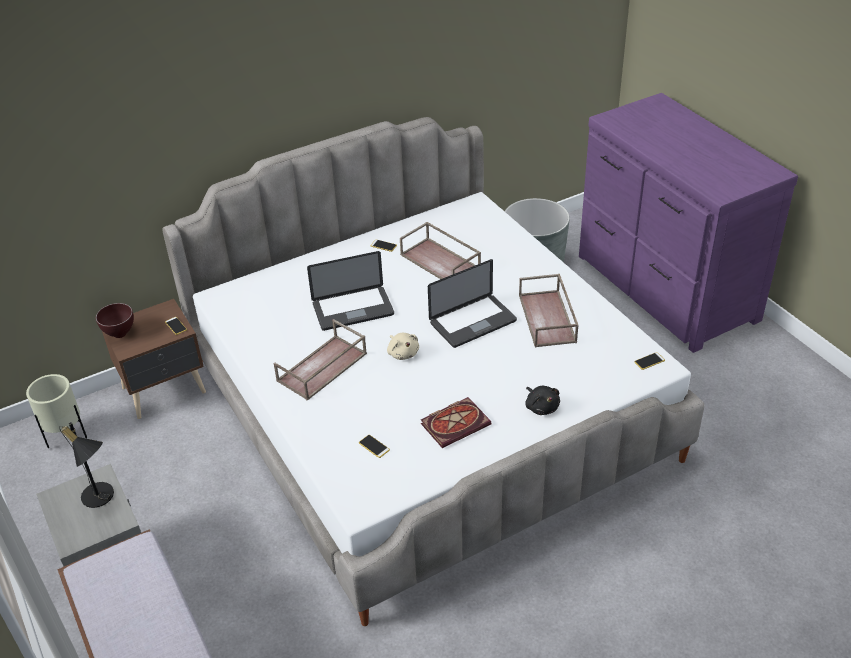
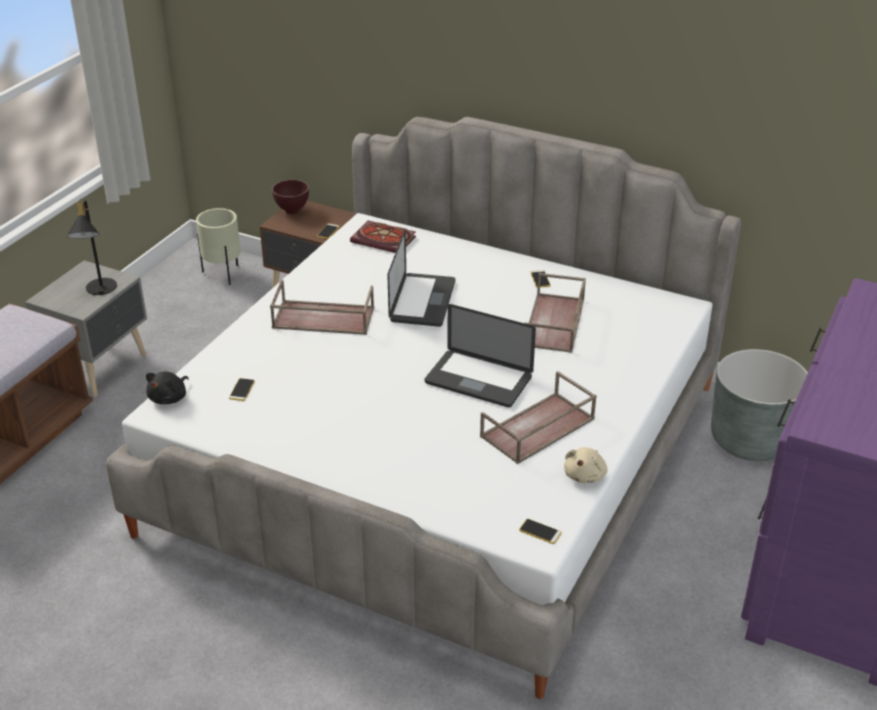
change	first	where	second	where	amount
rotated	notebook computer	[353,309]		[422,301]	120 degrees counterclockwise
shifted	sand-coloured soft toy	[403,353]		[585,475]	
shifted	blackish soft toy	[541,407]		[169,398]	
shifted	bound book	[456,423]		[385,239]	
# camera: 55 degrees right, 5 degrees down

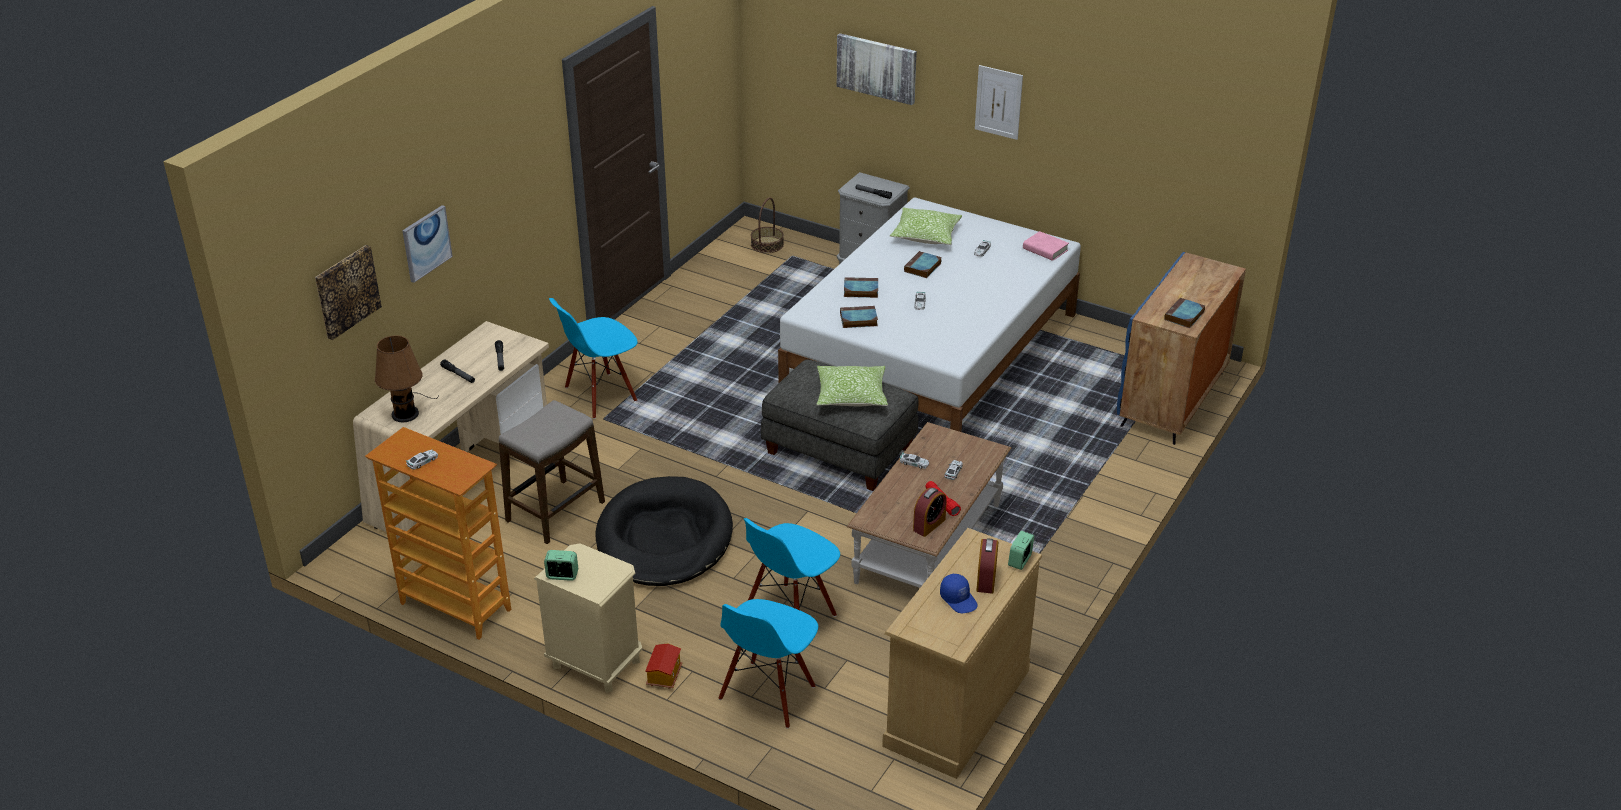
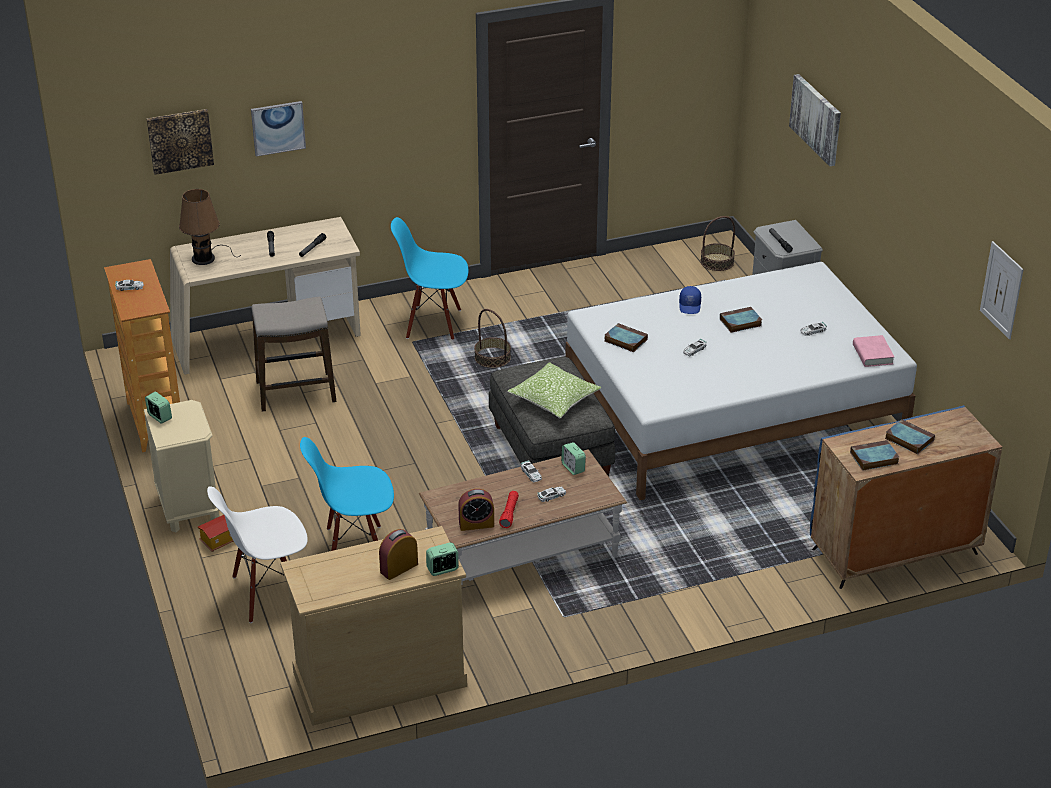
change	first	where	second	where	amount
shifted	picture	[998,102]		[1001,290]	
gone	throw pillow	[926,235]			
shifted	bound book	[860,290]		[908,439]	
gone	blackish pet bed	[664,538]			
shifted	blue-coloured baseball cap	[959,599]		[690,306]	
repainted	blue-coloured plain chair	[768,694]	whitish plain chair	[267,593]	
new			storage basket	[492,358]	
new			alarm clock	[573,468]	
# camera: 40 degrees right, 0 degrees up

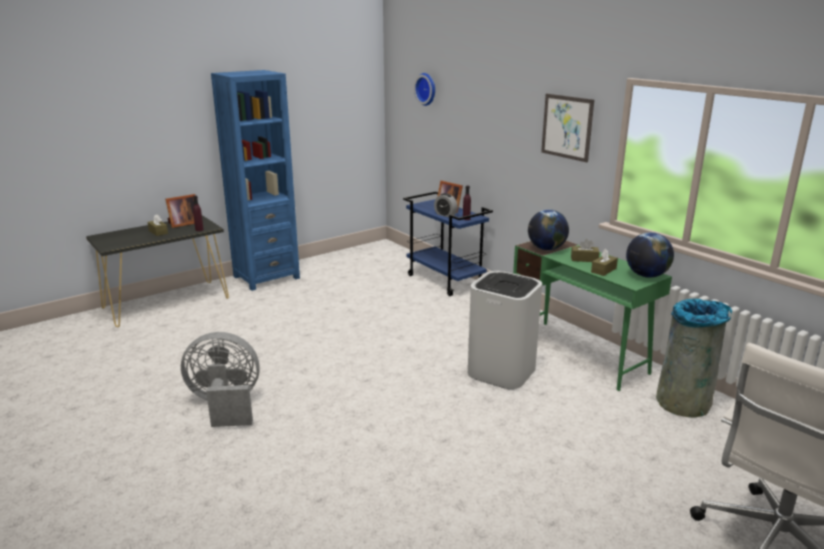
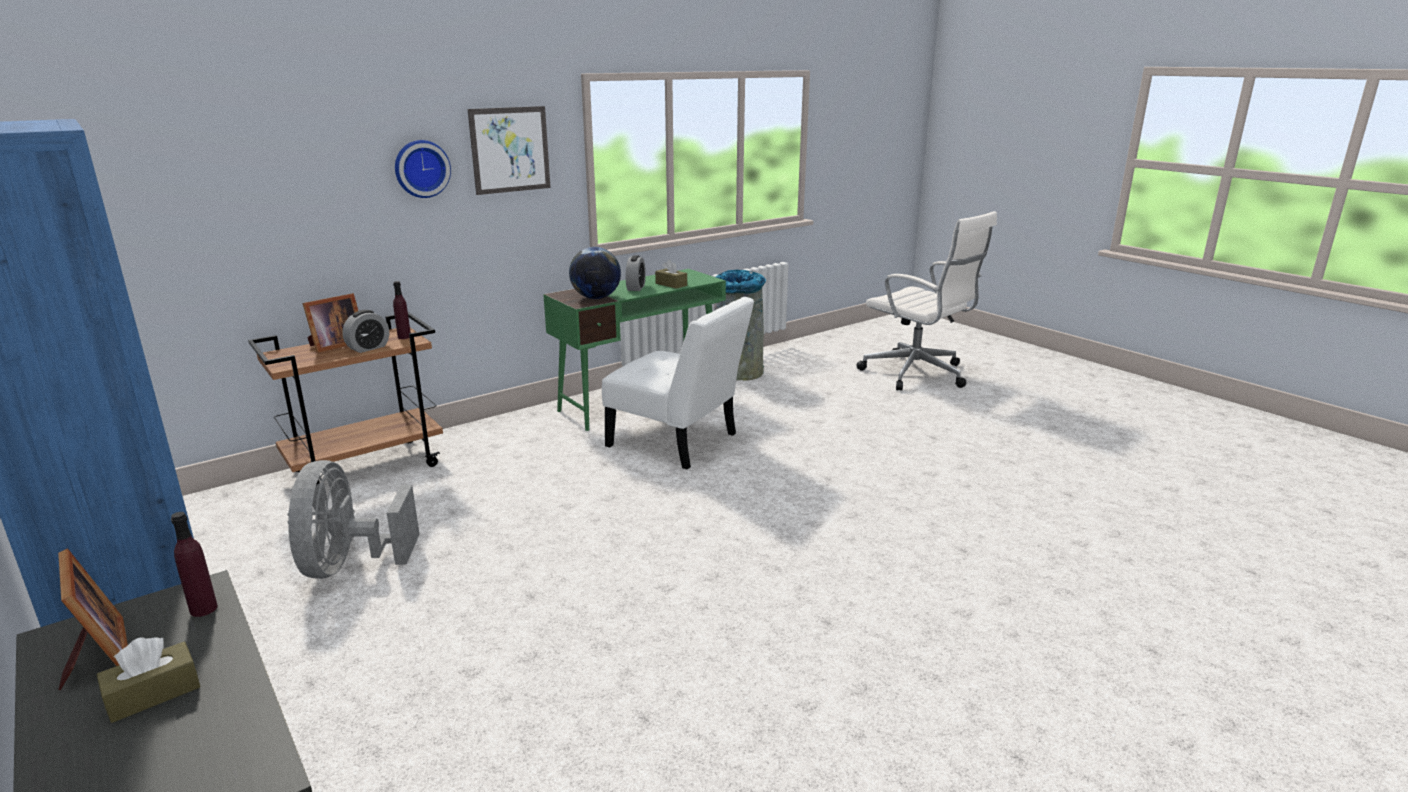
change	first	where	second	where	amount
shifted	wall clock	[427,89]		[421,168]	
repainted	blue-coloured wheeled cart	[445,281]	brown-coloured wheeled cart	[367,467]	
gone	desk globe	[646,275]			
swapped	brown-coloured box of tissues	[584,259]	alarm clock	[636,288]	
swapped	whitish waste bin	[500,371]	whitish plain chair	[678,442]	
shifted	greyish electric fan	[225,405]		[349,565]	
# camera: 90 degrees left, 0 degrees up

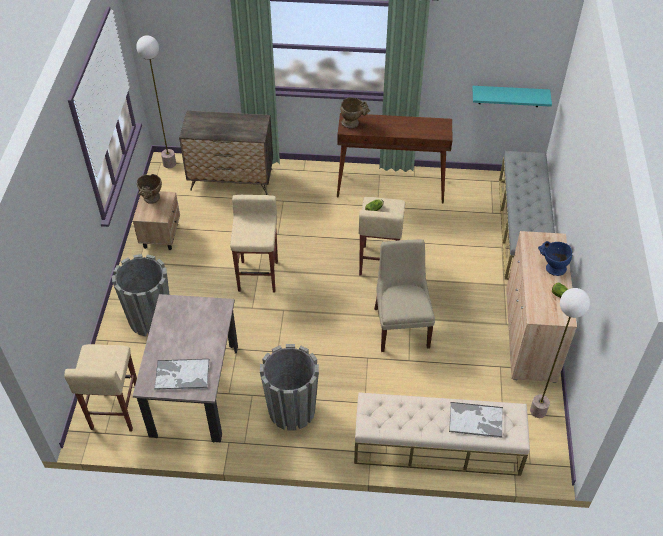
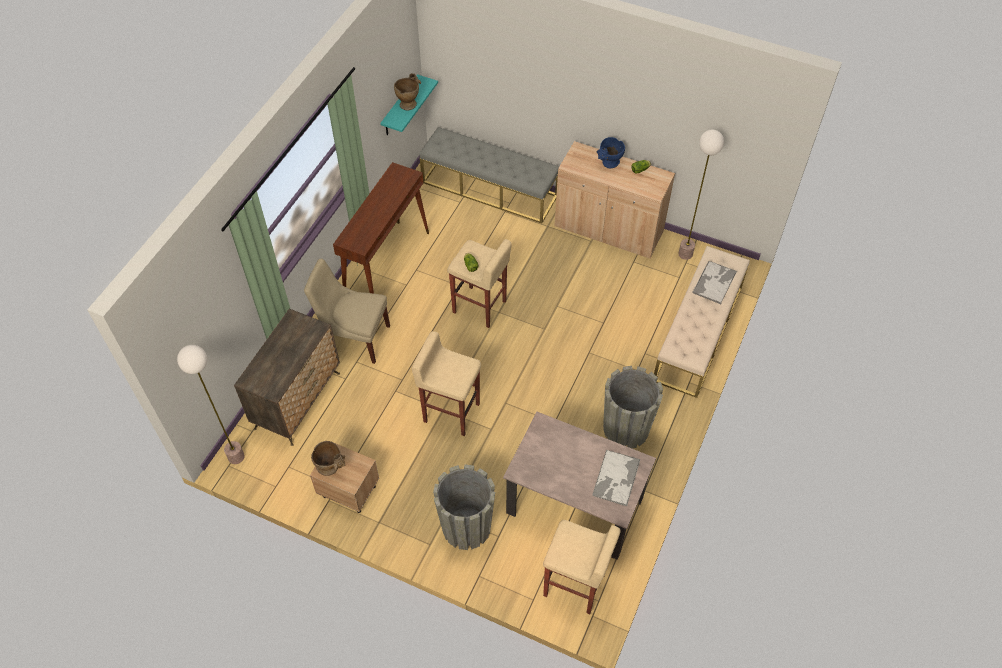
change	first	where	second	where	amount
shifted	sand-coloured vase	[353,123]		[409,102]	
shifted	sand-coloured plain chair	[401,325]		[354,338]	
# camera: 70 degrees left, 5 degrees up

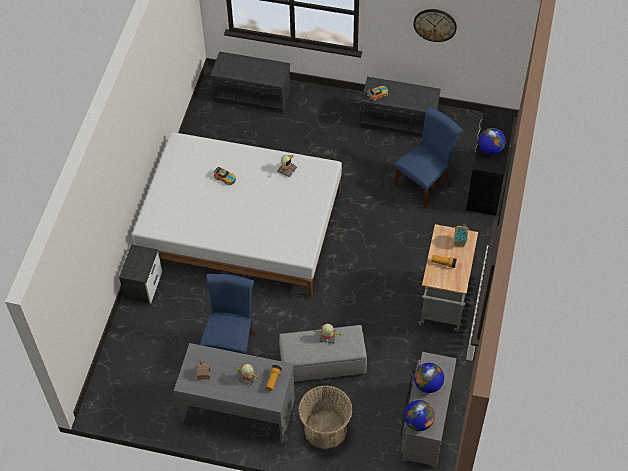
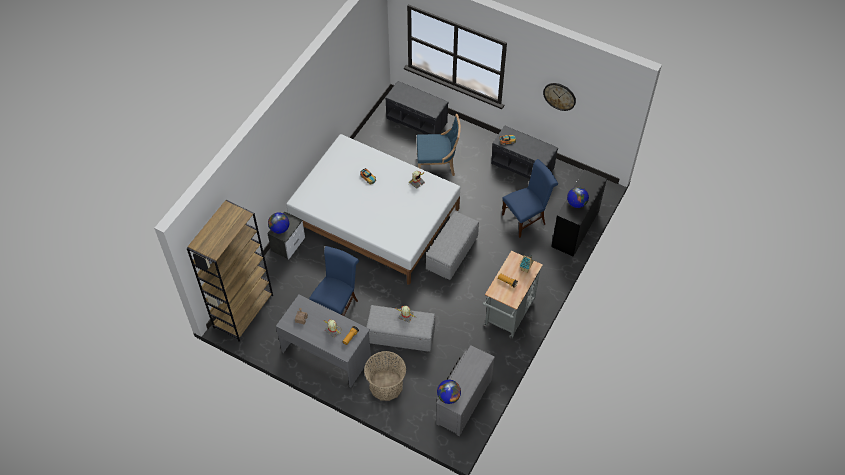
change	first	where	second	where	amount
shifted	desk globe	[428,384]		[279,229]	
new			blue-coloured plain chair	[437,166]	
new			brown-coloured bookshelf	[243,311]	
new			greyish pouffe	[452,253]	
# camera: 15 degrees right, 0 degrees up

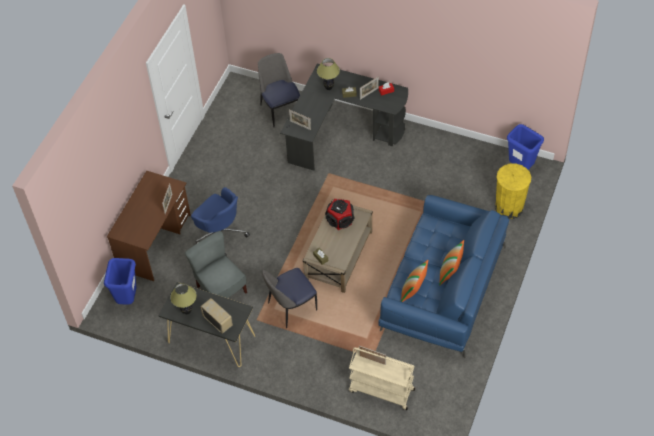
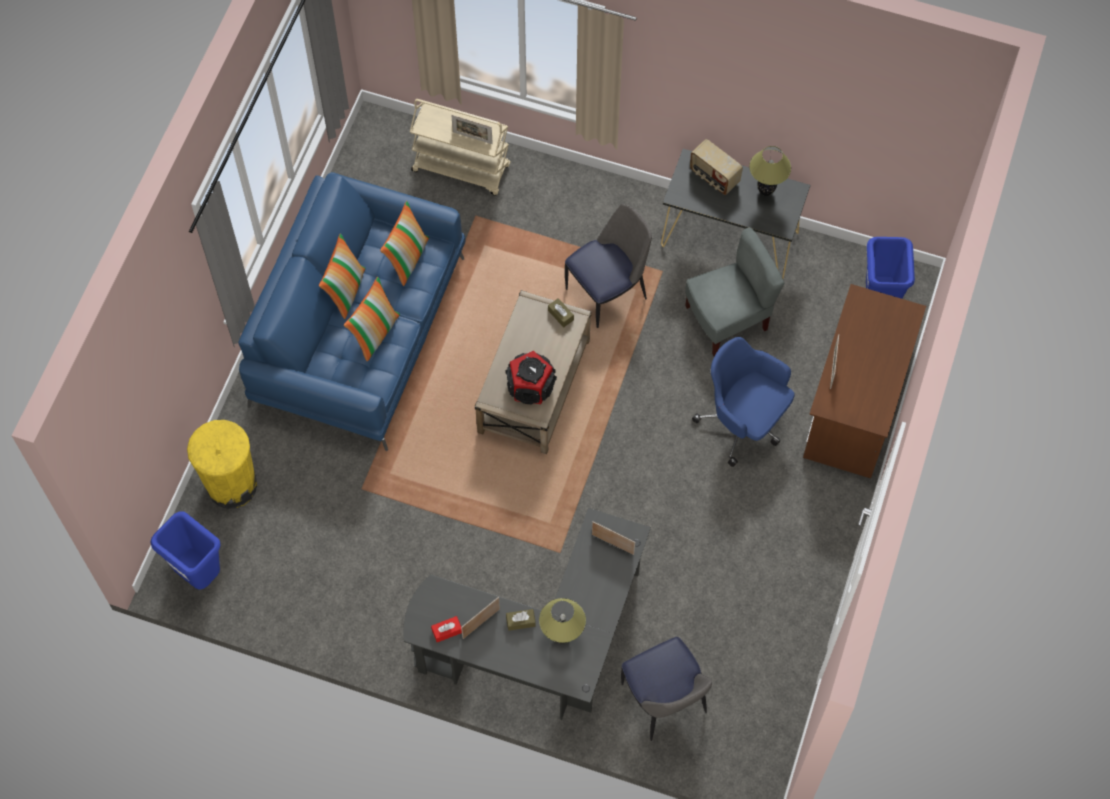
change	first	where	second	where	amount
rotated	greyish plain chair	[220,290]		[727,319]	75 degrees counterclockwise
new			throw pillow	[375,333]	
# camera: 175 degrees right, 10 degrees up

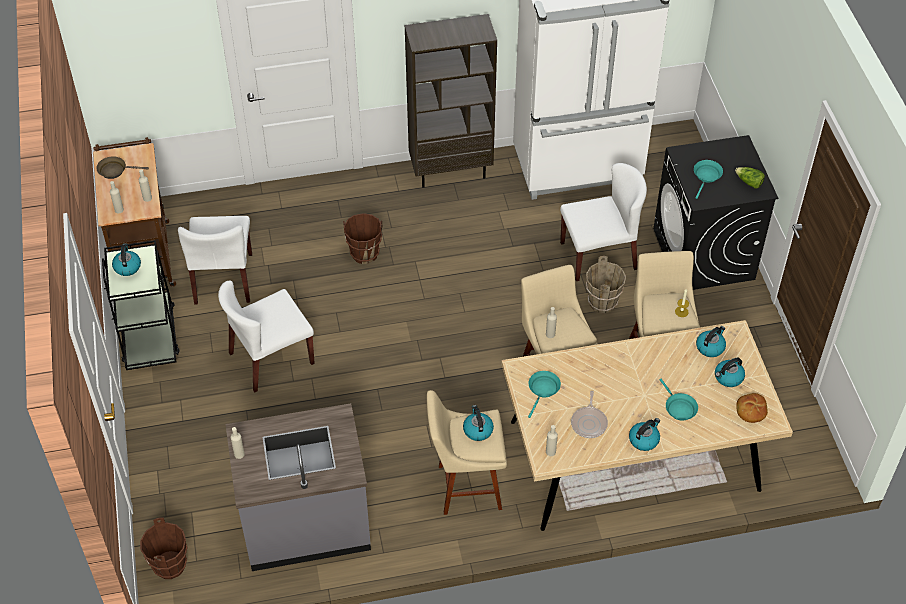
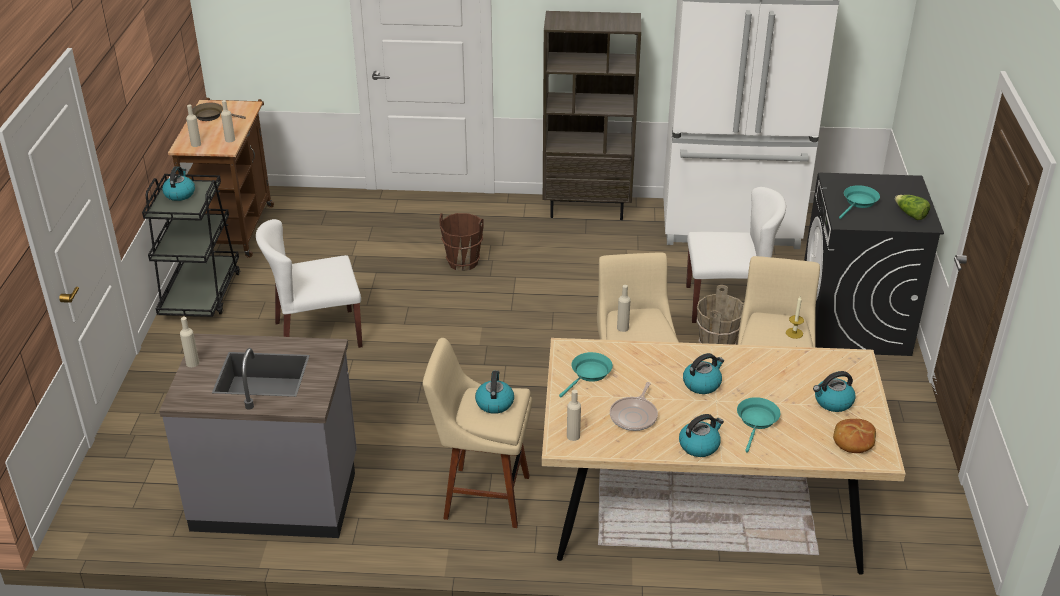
change	first	where	second	where	amount
gone	whitish plain chair	[224,279]			
shifted	kettle	[710,347]		[702,384]	
rotated	blue-green skillet	[679,408]		[757,421]	150 degrees counterclockwise
gone	brown-coloured pail	[170,565]			
# camera: 15 degrees right, 15 degrees down

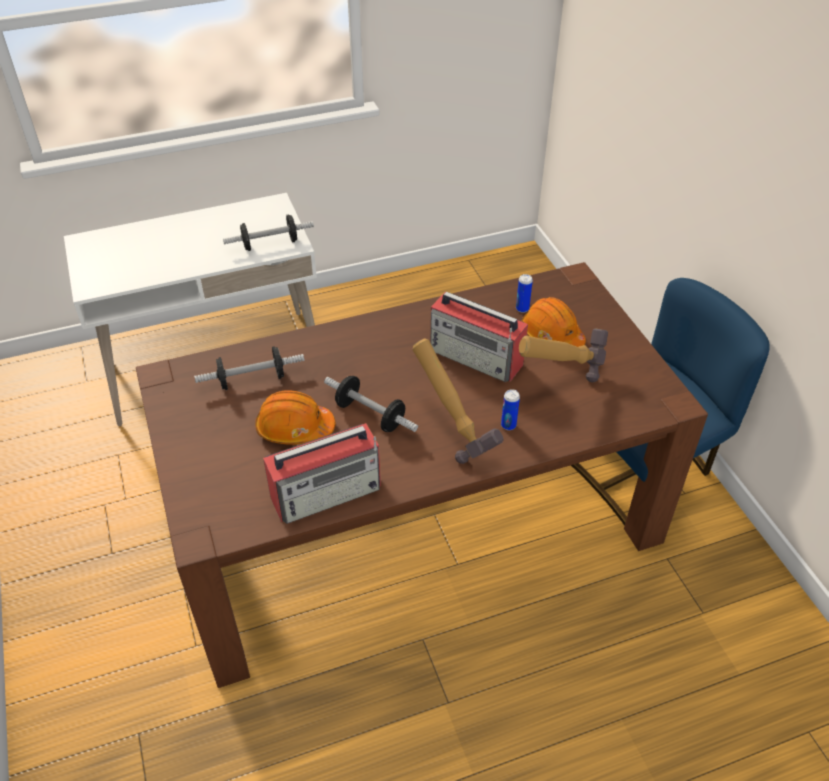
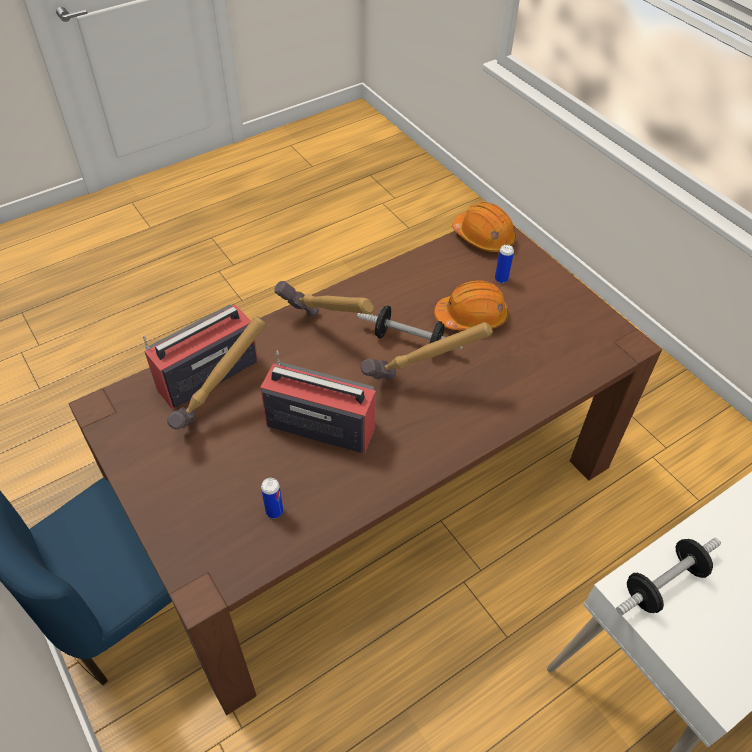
change	first	where	second	where	amount
shifted	orange-coloured hard hat	[551,336]		[483,237]	
gone	free weight	[252,380]			
shifted	metal can	[508,425]		[501,279]	
shifted	radio	[328,492]		[206,375]	
new			hand hammer	[421,388]	
# camera: 165 degrees right, 5 degrees up

